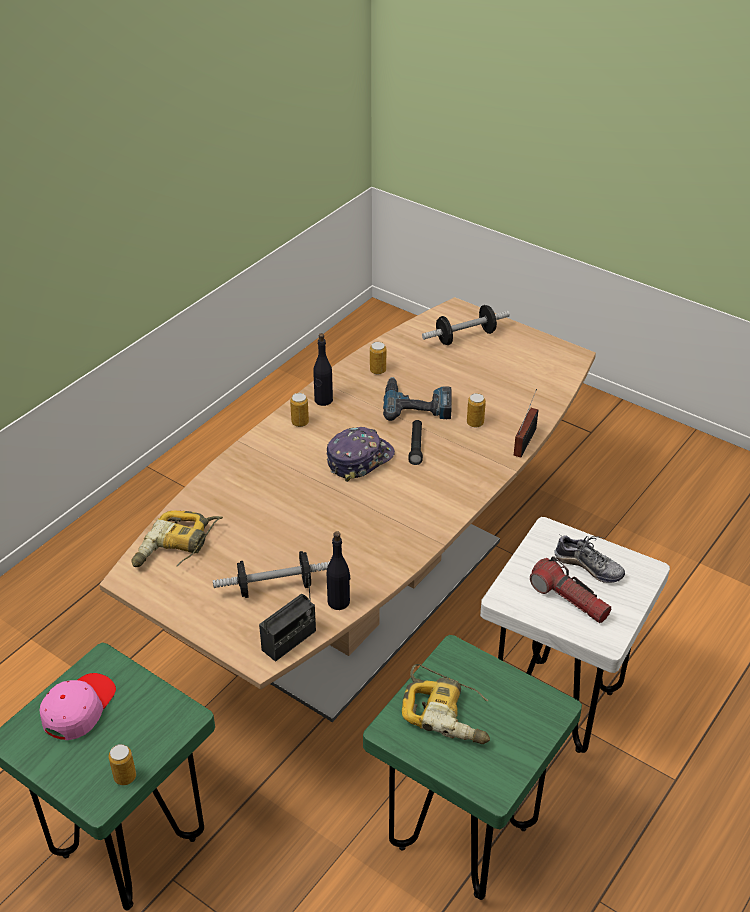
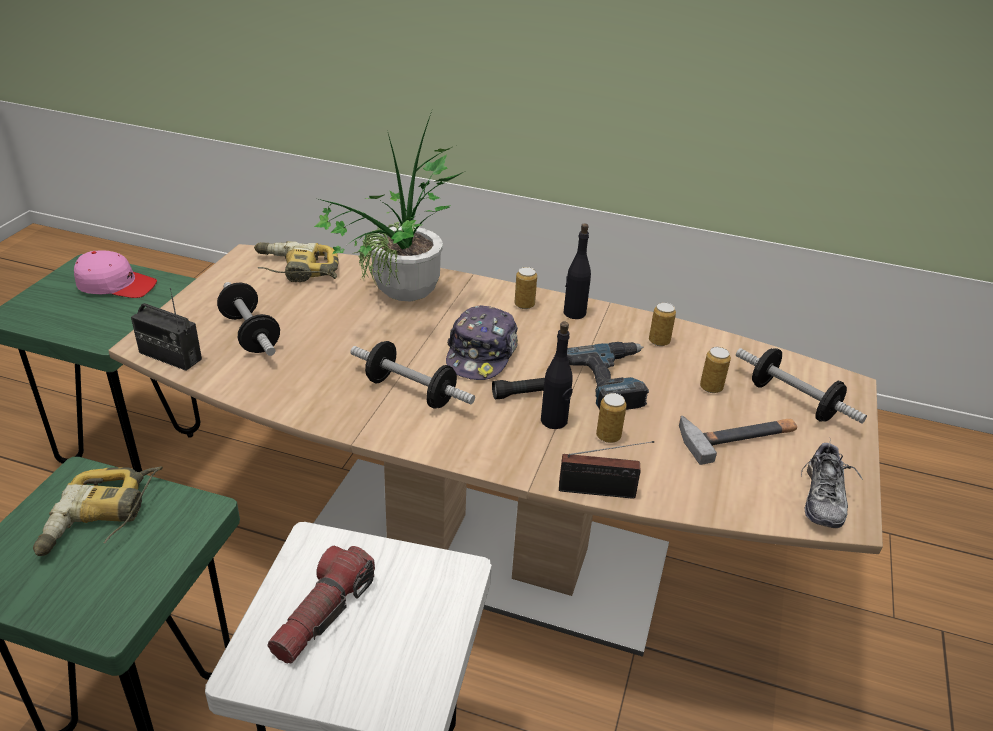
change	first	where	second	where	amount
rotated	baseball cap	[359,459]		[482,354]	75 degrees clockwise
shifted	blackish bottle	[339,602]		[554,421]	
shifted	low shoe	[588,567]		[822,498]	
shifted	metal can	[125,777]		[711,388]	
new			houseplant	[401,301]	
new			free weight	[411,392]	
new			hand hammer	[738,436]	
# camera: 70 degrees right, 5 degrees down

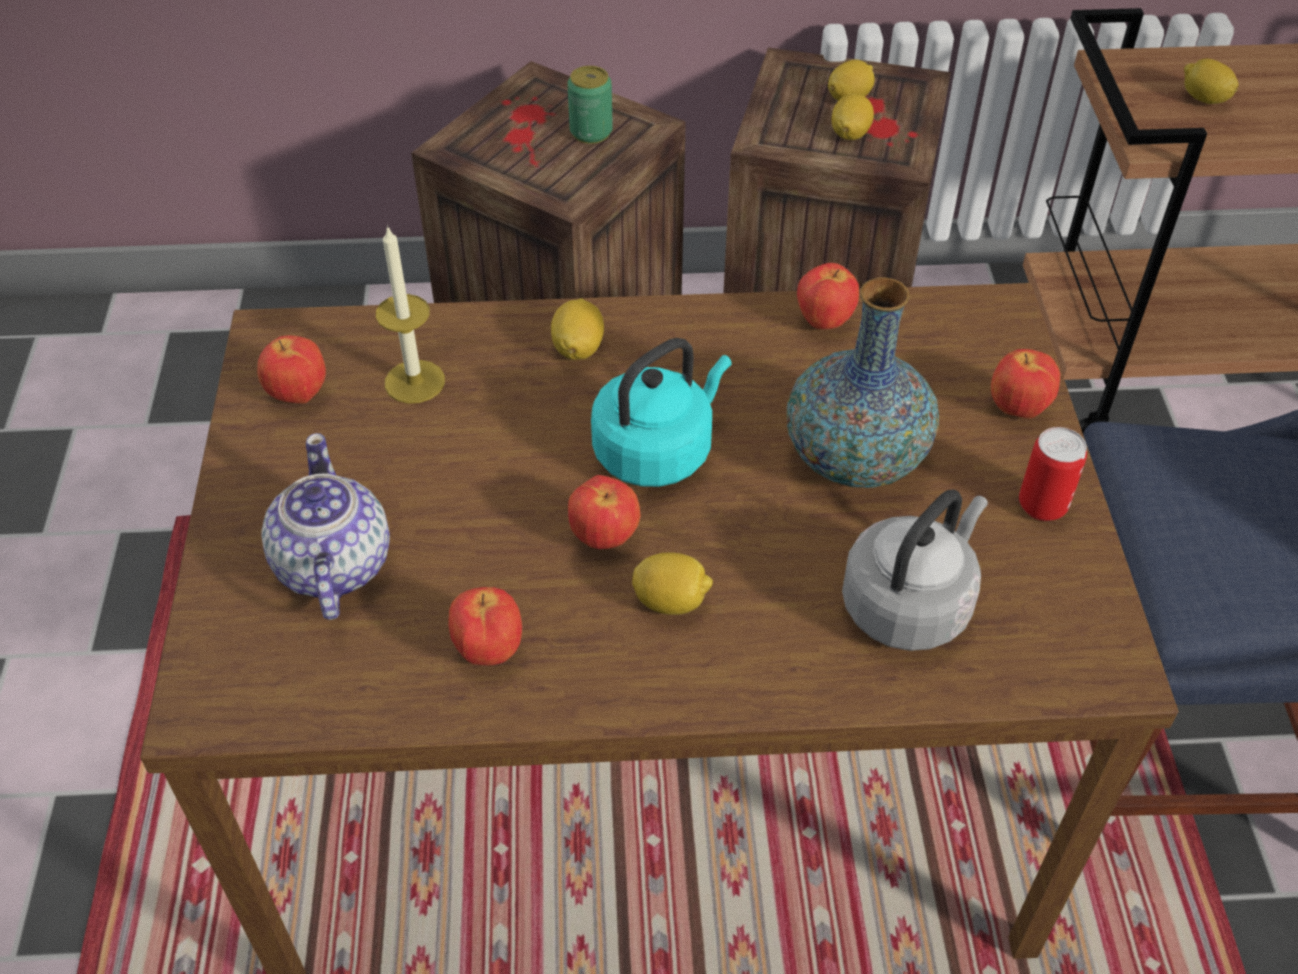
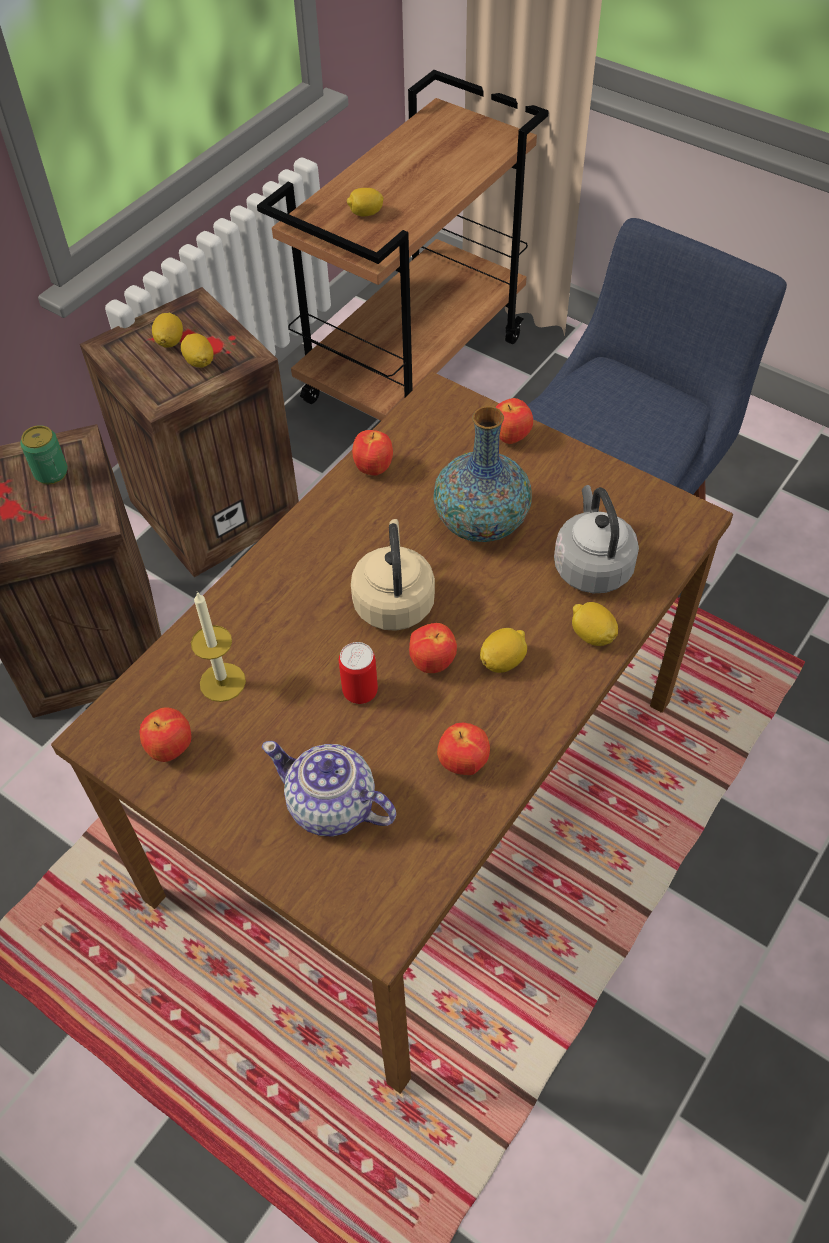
change	first	where	second	where	amount
shifted	whole lemon	[578,348]		[592,635]	
repainted	blue-green kettle	[657,451]	sand-coloured kettle	[393,600]	
shifted	metal can	[1042,506]		[360,692]	
# camera: 50 degrees left, 5 degrees up

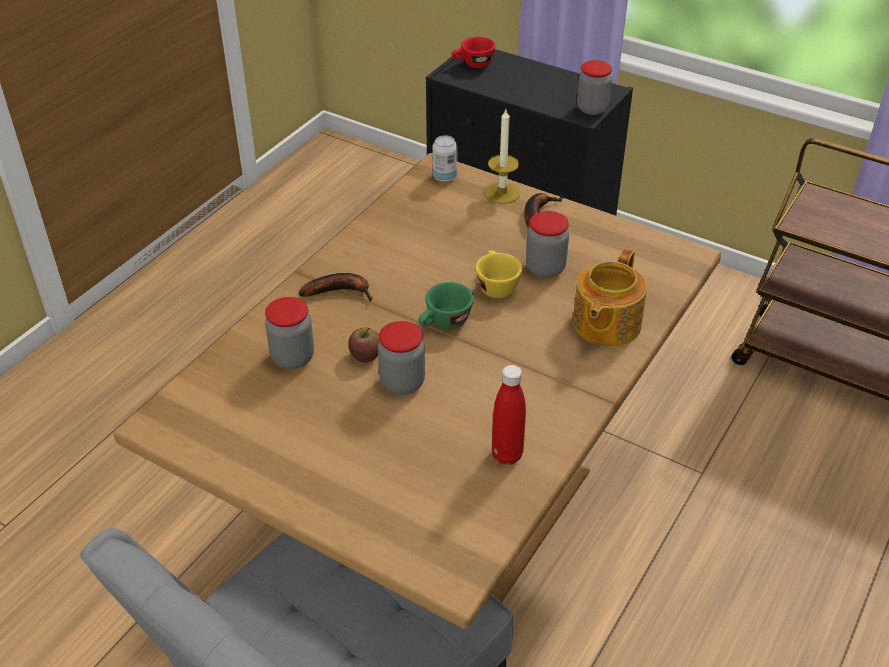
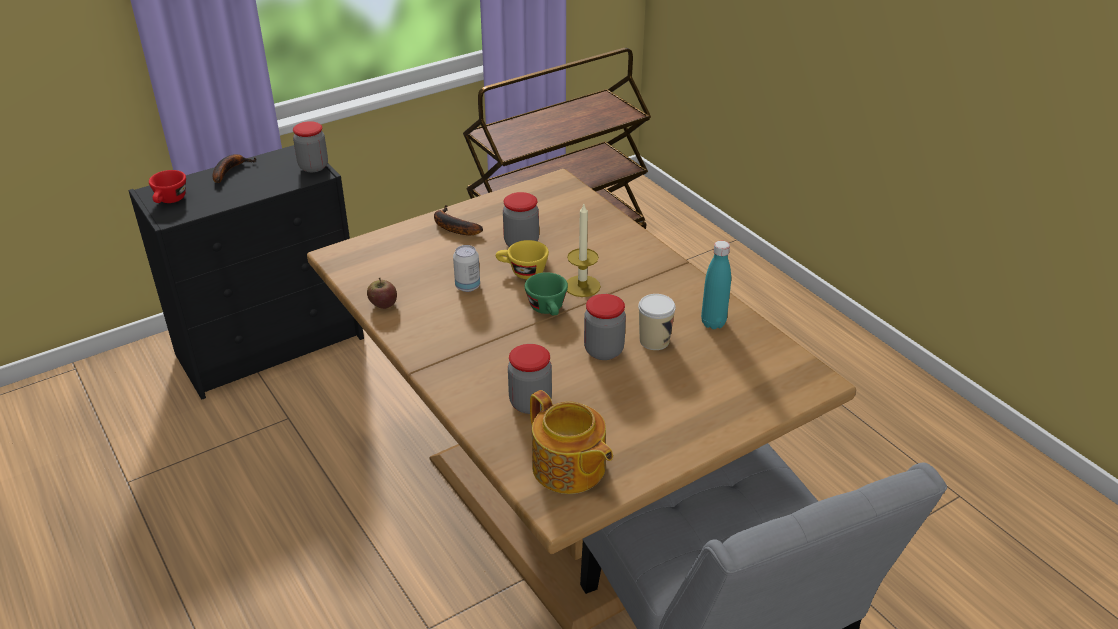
change	first	where	second	where	amount
shifted	wax candle	[502,193]		[582,286]	
shifted	metal can	[445,177]		[467,286]	
shifted	pot for tea	[605,324]		[569,469]	
shifted	banana	[340,291]		[229,171]	
shifted	apple fruit	[365,355]		[383,304]	
repainted	red-coloured bottle	[507,455]	blue-green bottle	[713,323]	
new			small cup	[654,341]	
# camera: 65 degrees left, 5 degrees down

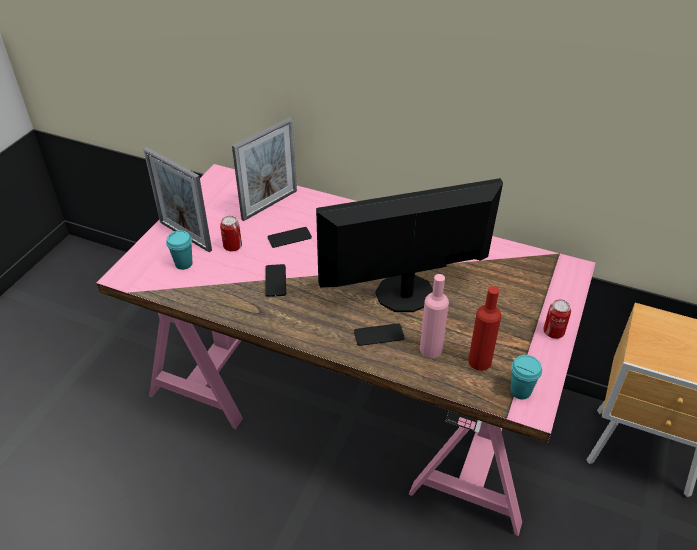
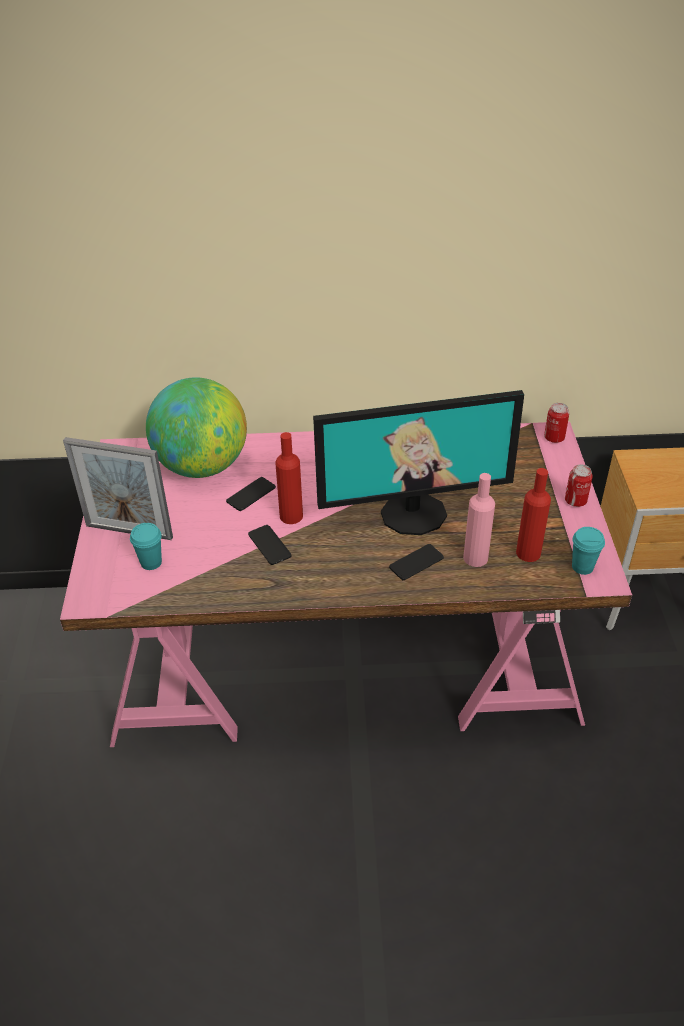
change	first	where	second	where	amount
swapped	picture frame	[269,205]	desk globe	[202,465]	
rotated	computer display	[405,294]		[413,513]	150 degrees counterclockwise
shifted	metal can	[232,246]		[554,438]	
new			red-coloured bottle	[291,516]	
# camera: 25 degrees left, 0 degrees up

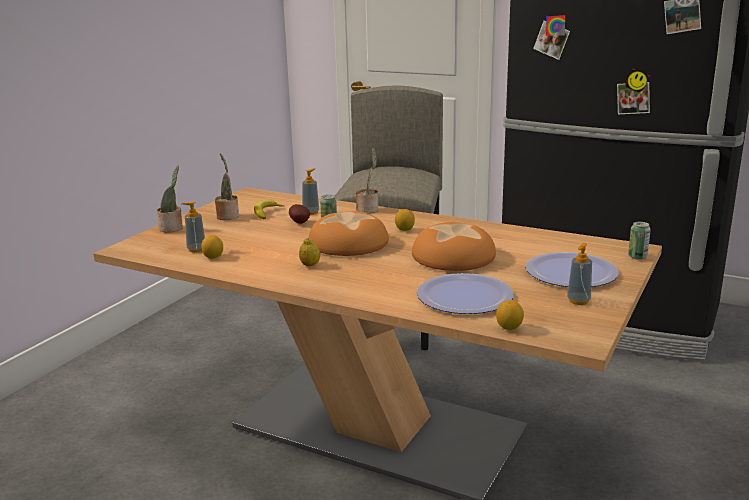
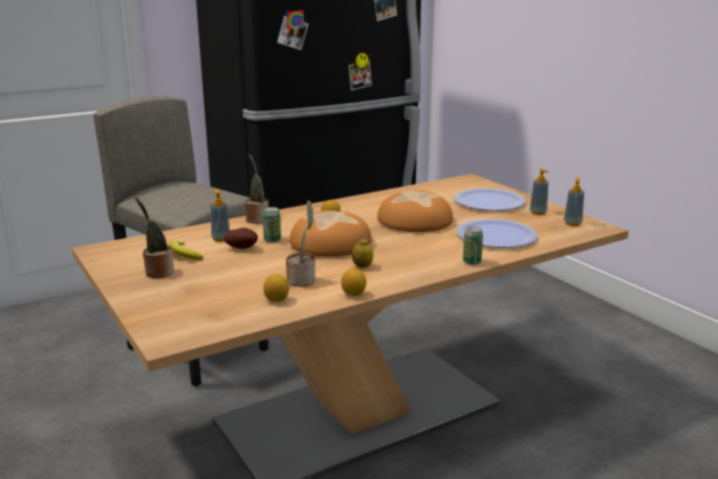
change	first	where	second	where	amount
shifted	houseplant	[172,228]		[302,280]	
shifted	soap dispenser	[196,249]		[572,223]	
shifted	metal can	[637,257]		[471,262]	
shifted	whole lemon	[509,327]		[354,294]	
# camera: 60 degrees left, 0 degrees up

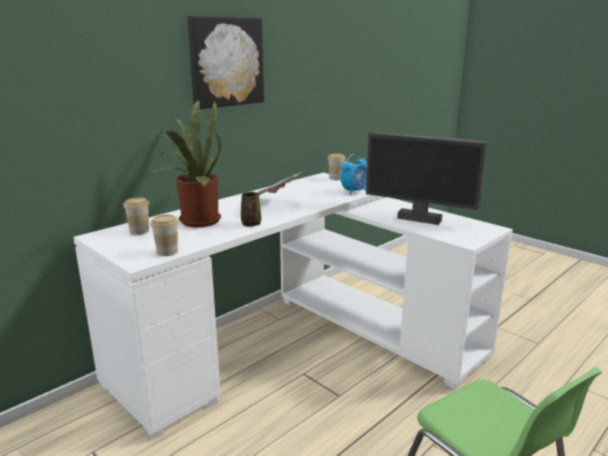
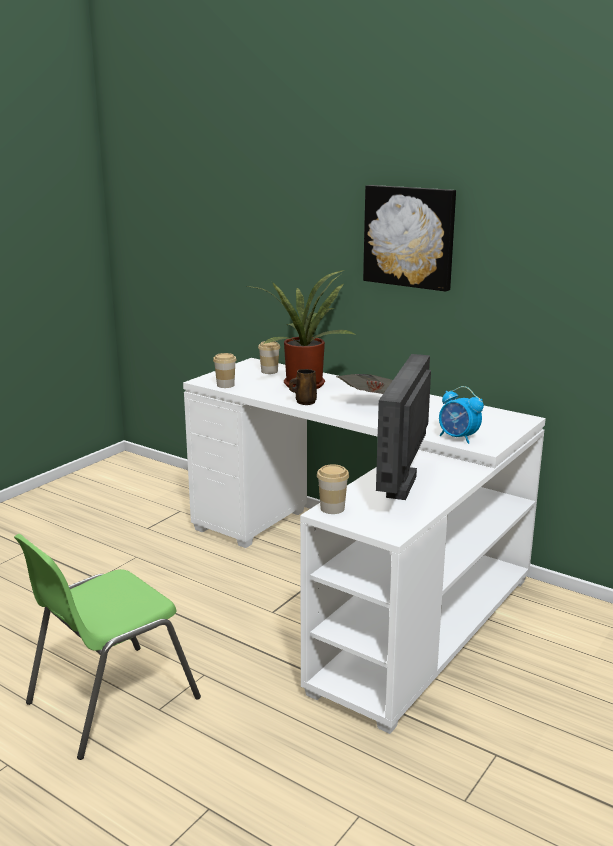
change	first	where	second	where	amount
shifted	small cup	[336,178]		[332,508]	
# camera: 80 degrees right, 0 degrees up

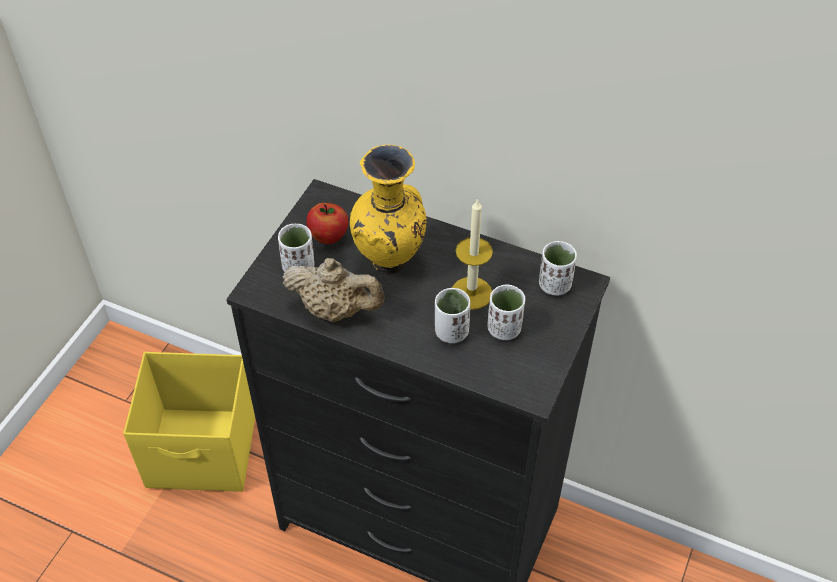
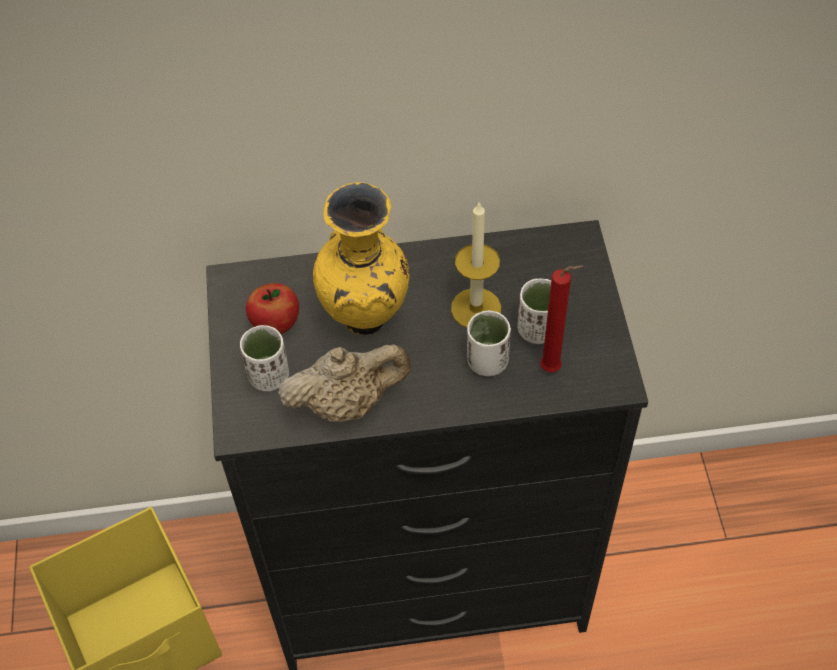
change	first	where	second	where	amount
gone	whitish small cup	[554,285]			
new			red-coloured wax candle	[554,369]	
# camera: 30 degrees left, 5 degrees up

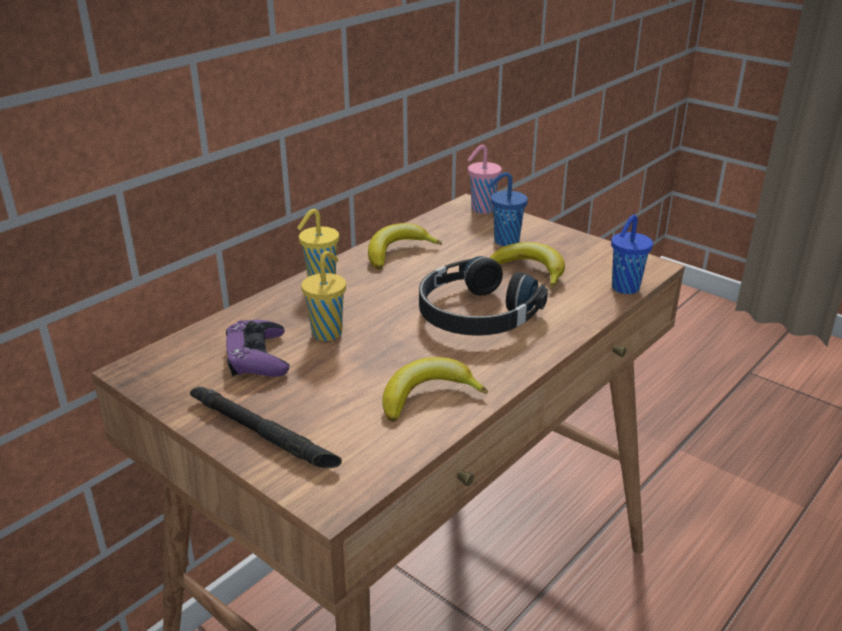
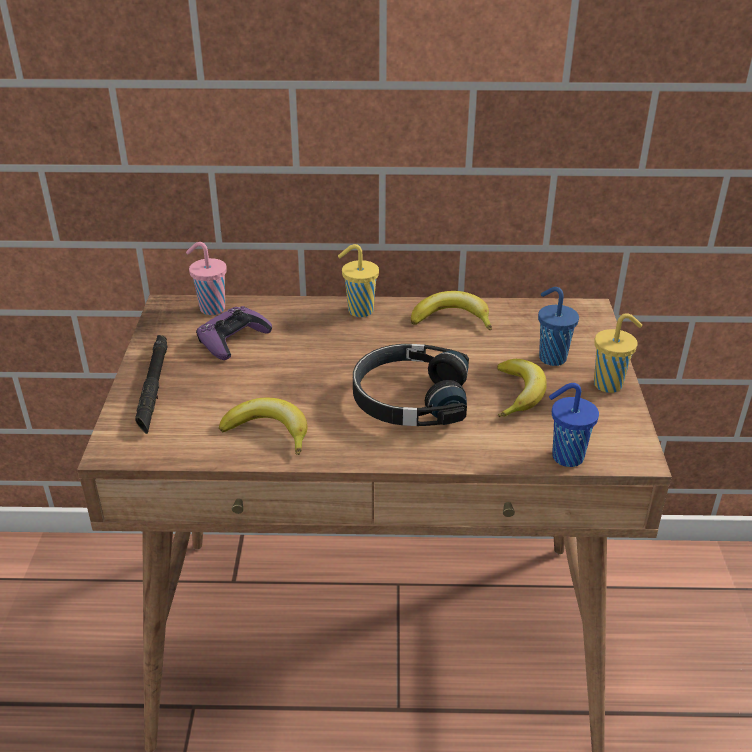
change	first	where	second	where	amount
shifted	pinkish small cup	[481,210]		[211,308]	
shifted	yellowish small cup	[328,332]		[609,384]	
# camera: 50 degrees right, 5 degrees up

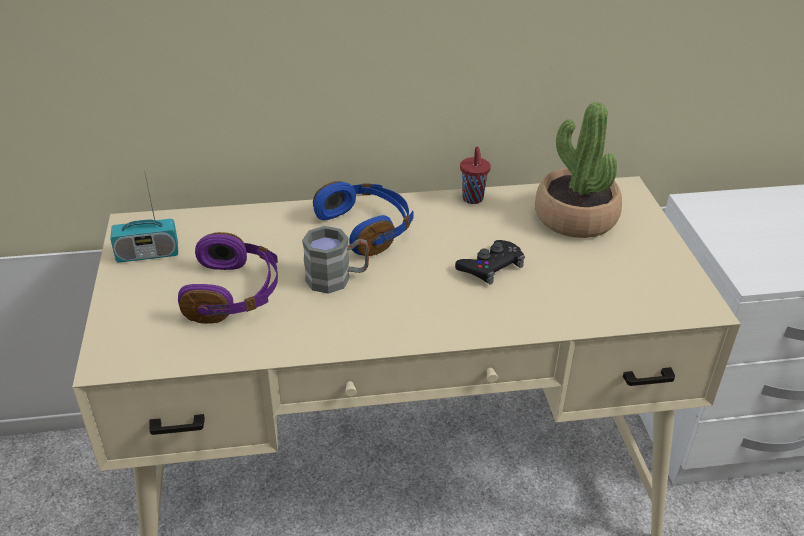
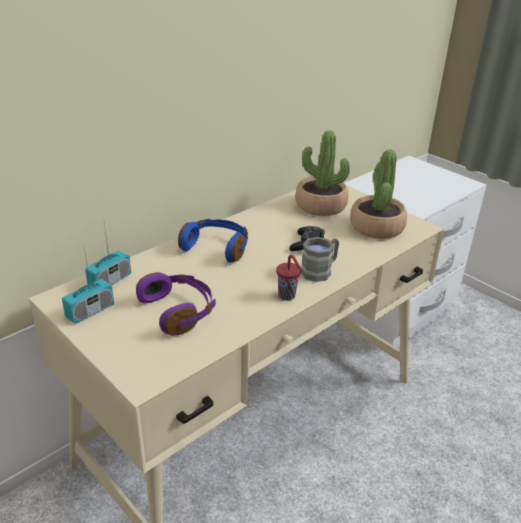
change	first	where	second	where	amount
shifted	red-coloured small cup	[473,199]		[287,296]	
shifted	greyish mug	[337,278]		[320,271]	
new			houseplant	[376,227]	
new			radio	[110,281]	
# camera: 35 degrees left, 5 degrees down

